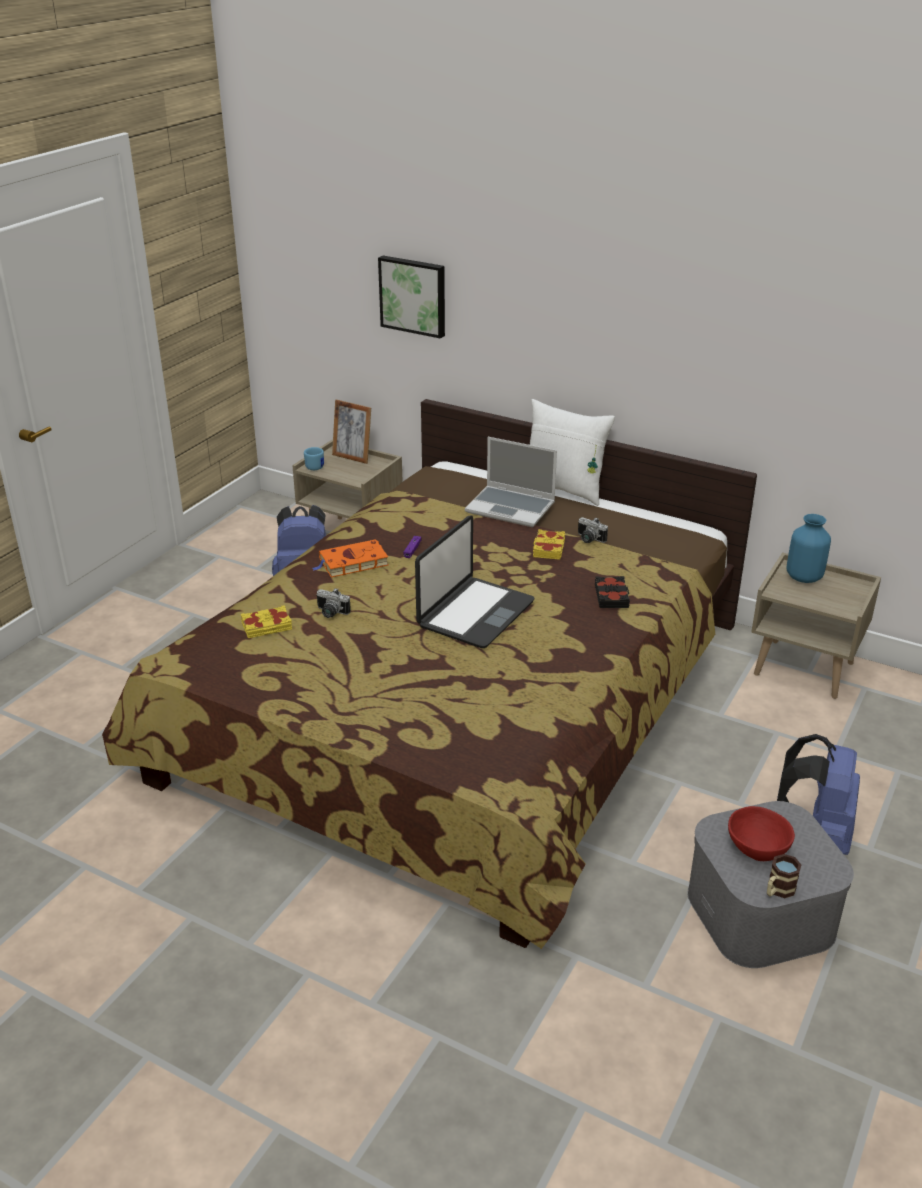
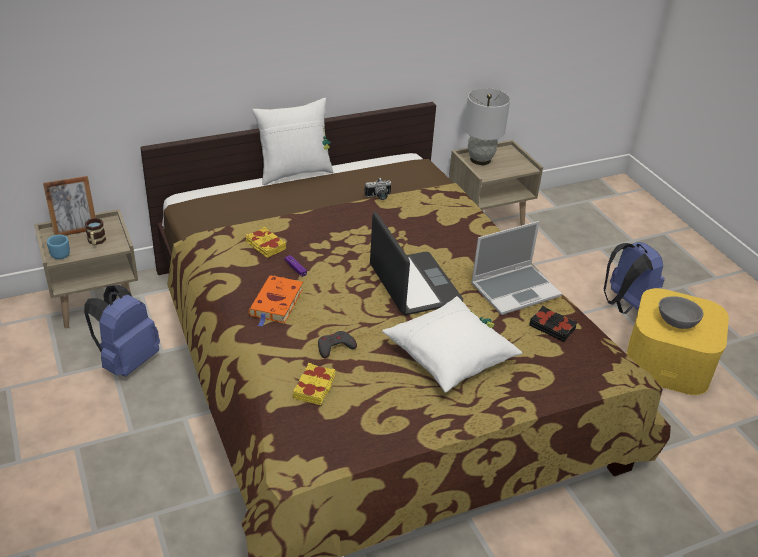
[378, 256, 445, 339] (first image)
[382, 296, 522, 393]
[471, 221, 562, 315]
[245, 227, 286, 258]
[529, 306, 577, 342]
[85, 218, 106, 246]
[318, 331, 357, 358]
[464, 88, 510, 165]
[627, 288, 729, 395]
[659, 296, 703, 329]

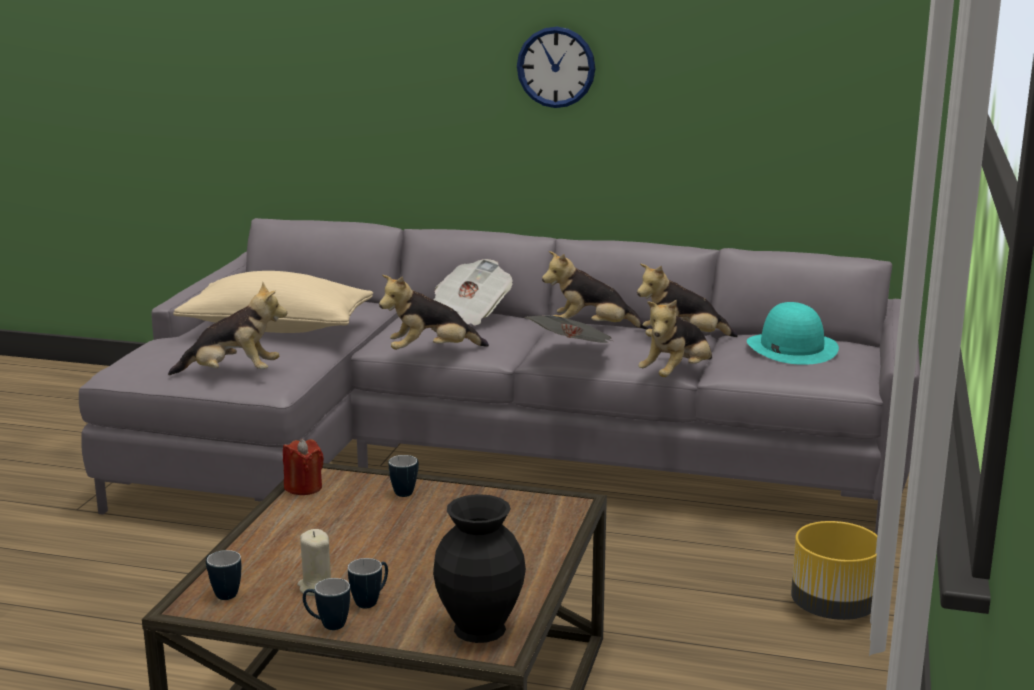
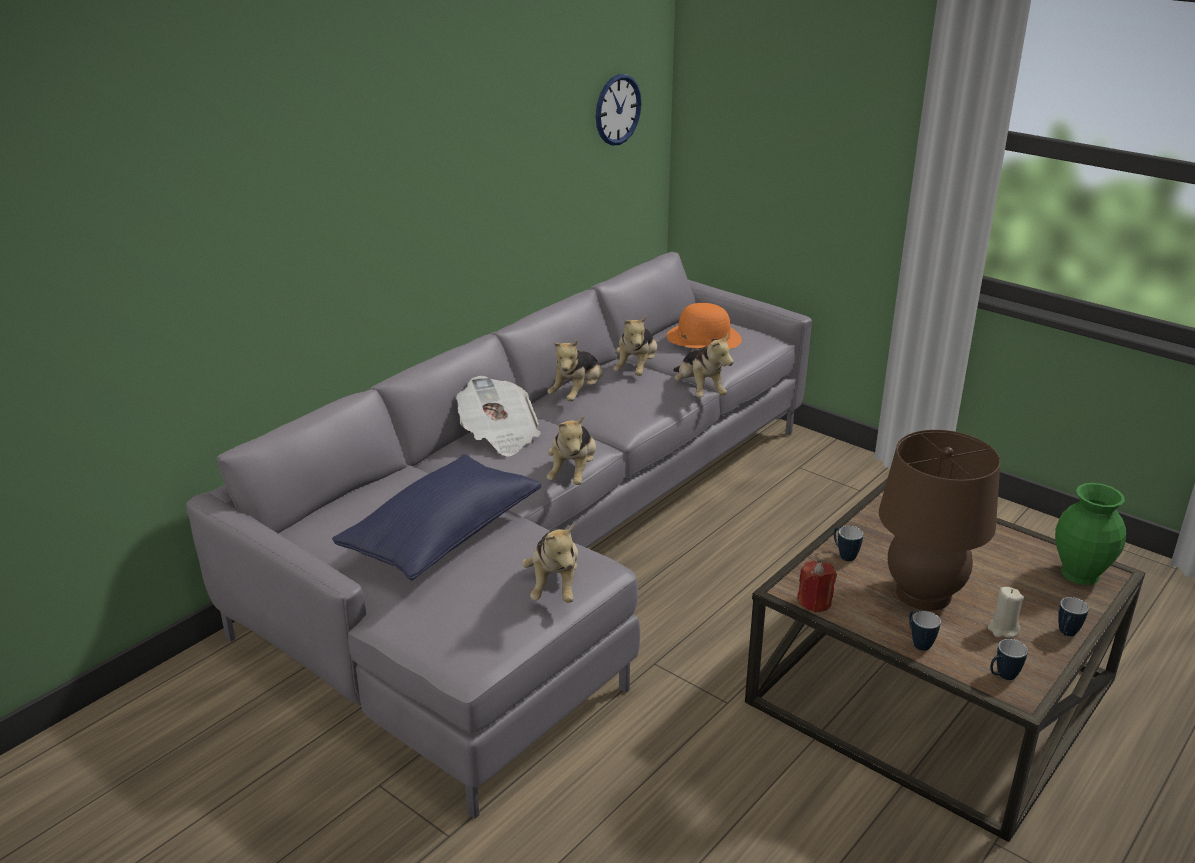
[524, 315, 612, 343] (first image)
[791, 521, 877, 620] (first image)
[879, 430, 1000, 611]
[909, 611, 941, 651]
[596, 74, 641, 146]
[332, 454, 541, 580]
[1055, 483, 1126, 585]
[666, 303, 742, 349]
[522, 523, 578, 603]

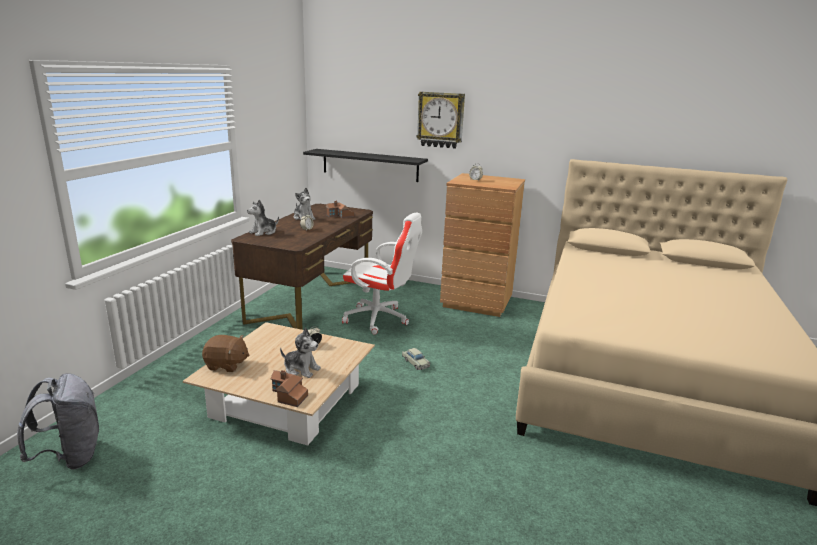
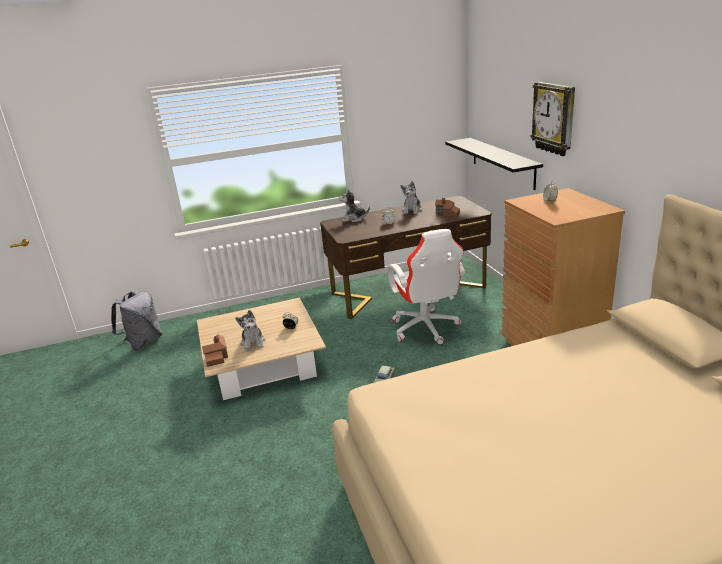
[202, 335, 249, 372] (first image)

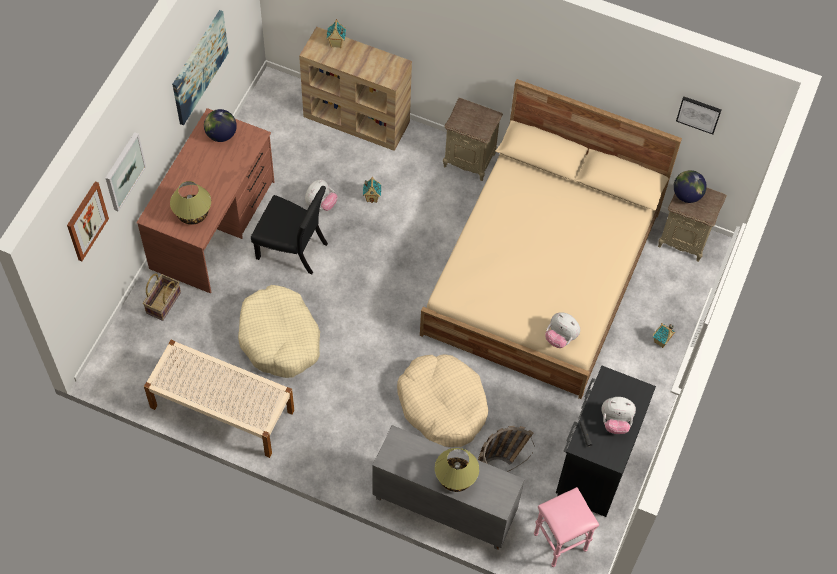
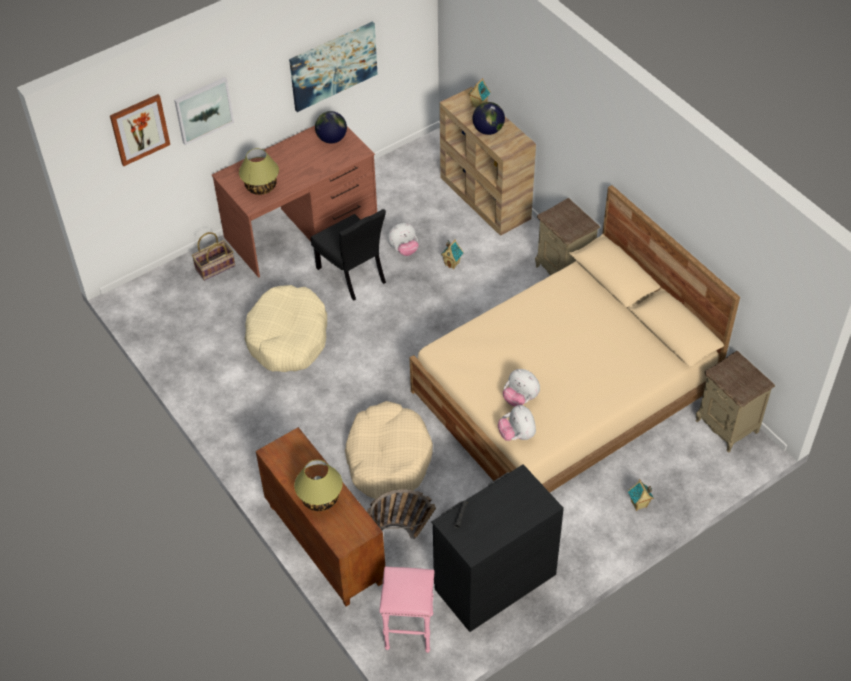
[144, 340, 294, 458] (first image)
[676, 97, 721, 134] (first image)
[503, 369, 540, 407]
[473, 102, 505, 135]
[256, 427, 385, 606]

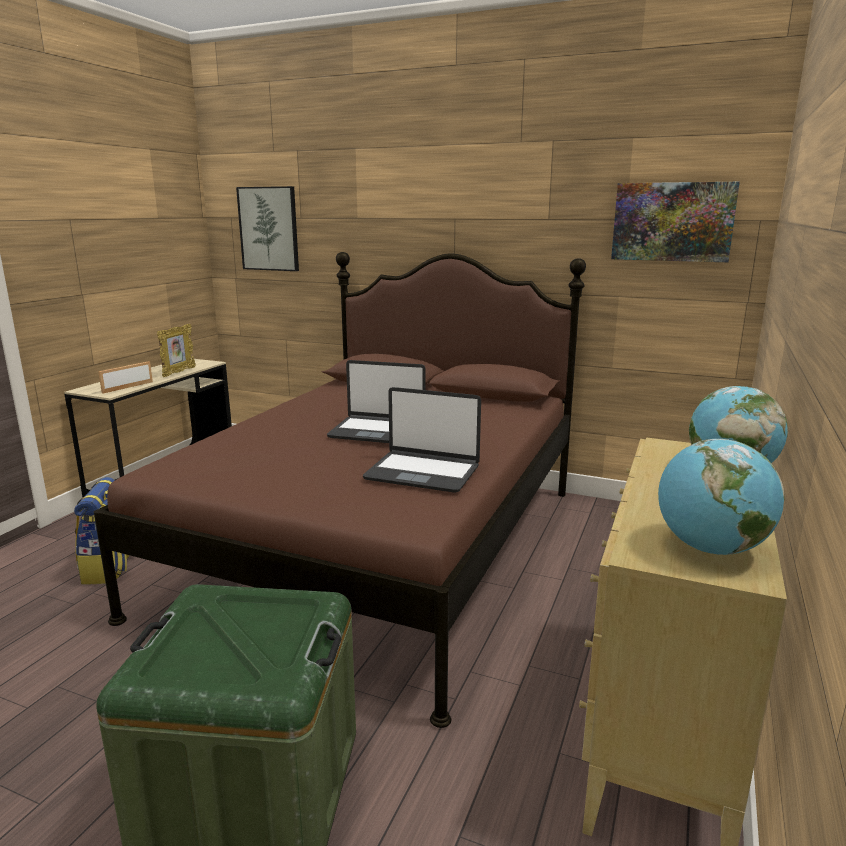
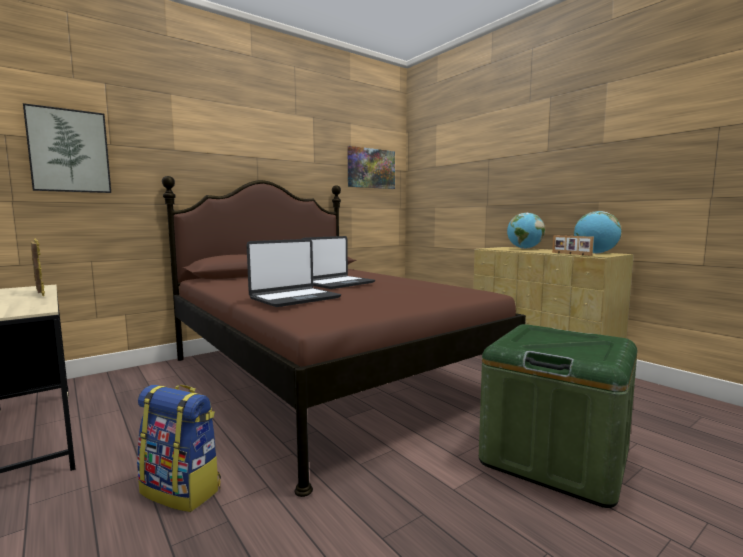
[552, 235, 594, 256]
[247, 239, 341, 307]

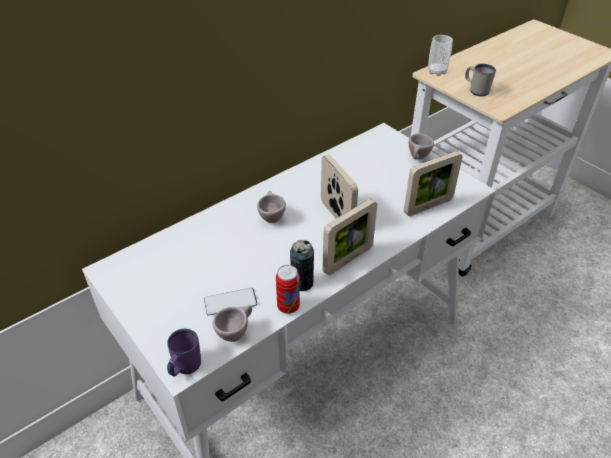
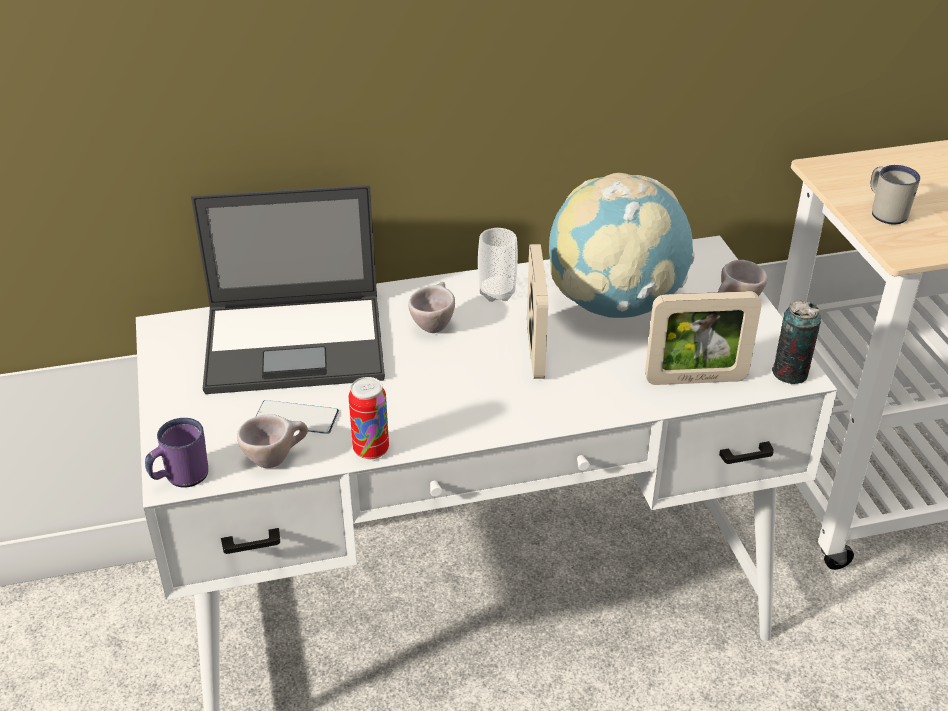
[322, 199, 377, 275] (first image)
[191, 185, 385, 394]
[549, 173, 695, 318]
[772, 301, 821, 384]
[478, 228, 518, 302]

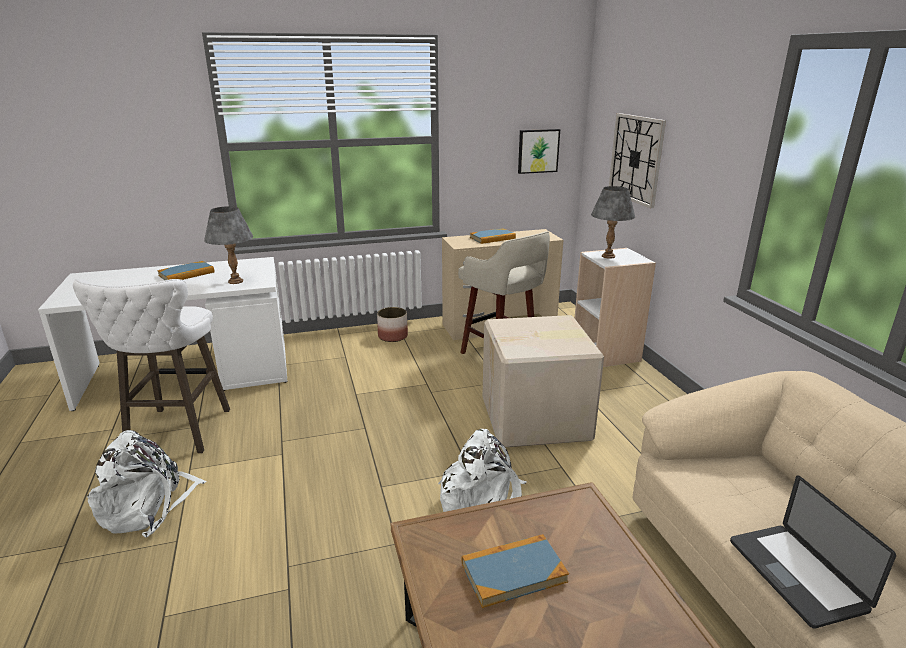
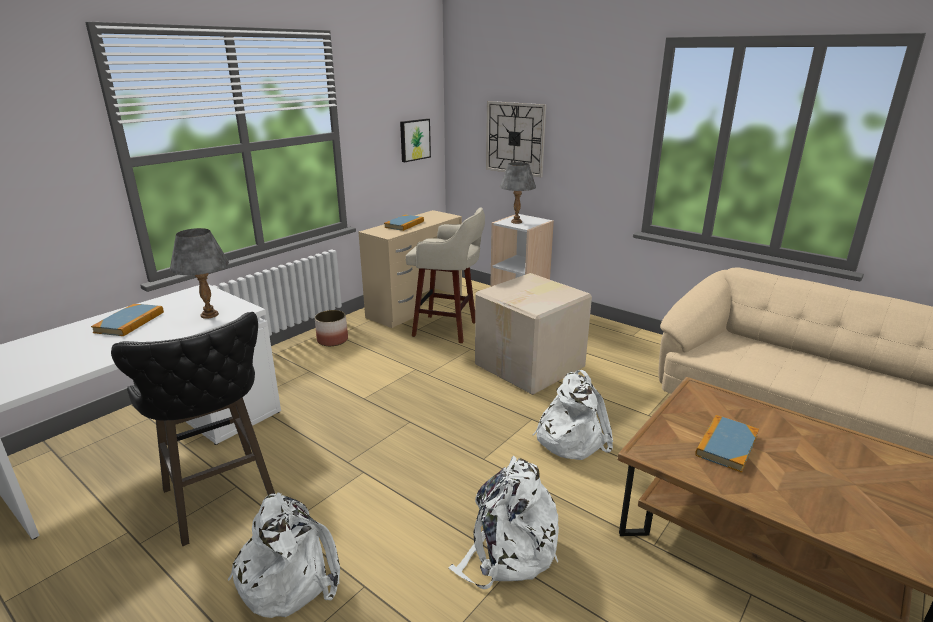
[730, 475, 896, 629] (first image)
[448, 456, 559, 589]
[111, 312, 275, 546]

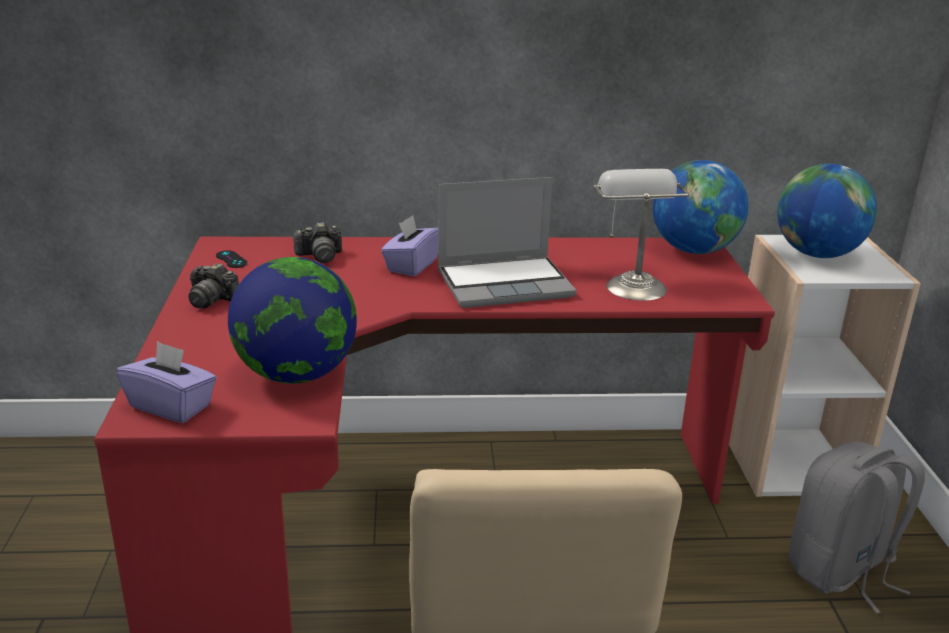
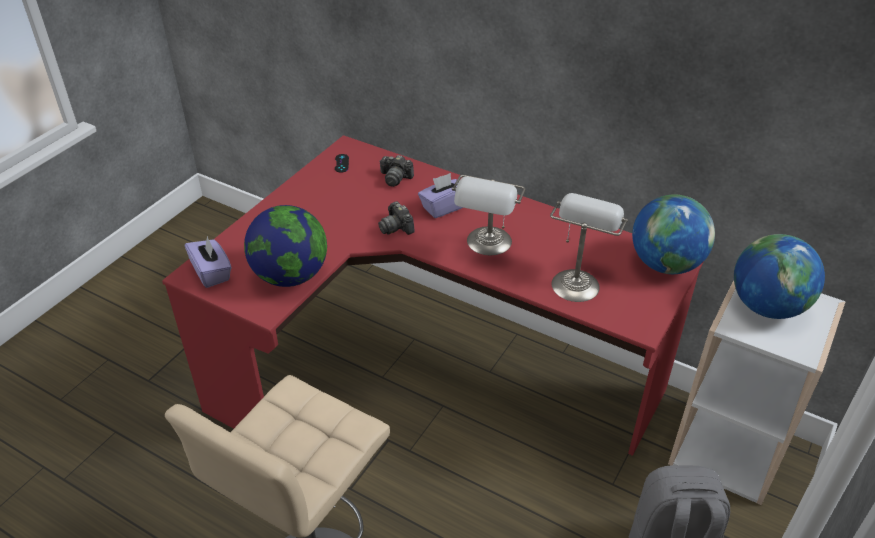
[378, 201, 415, 235]
[452, 175, 526, 255]

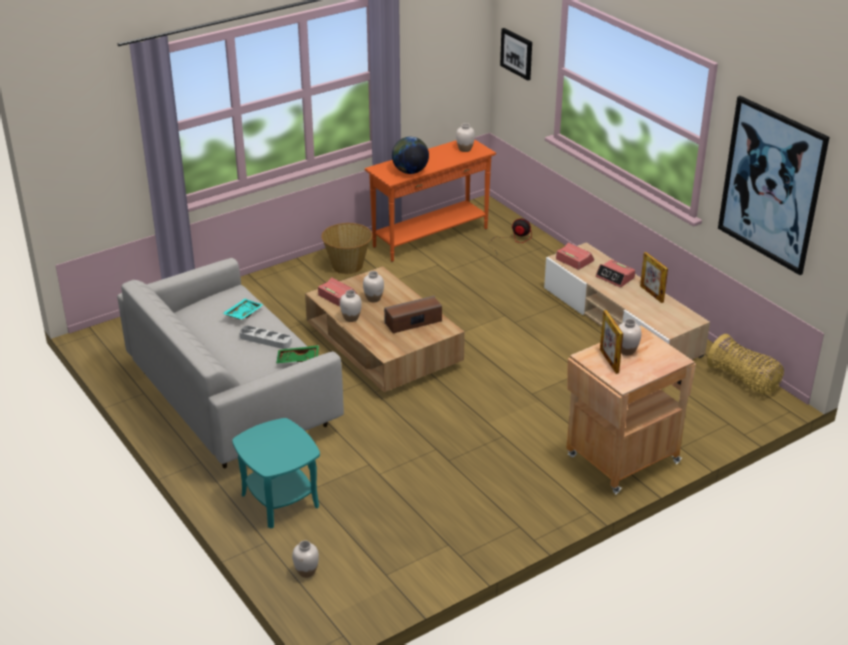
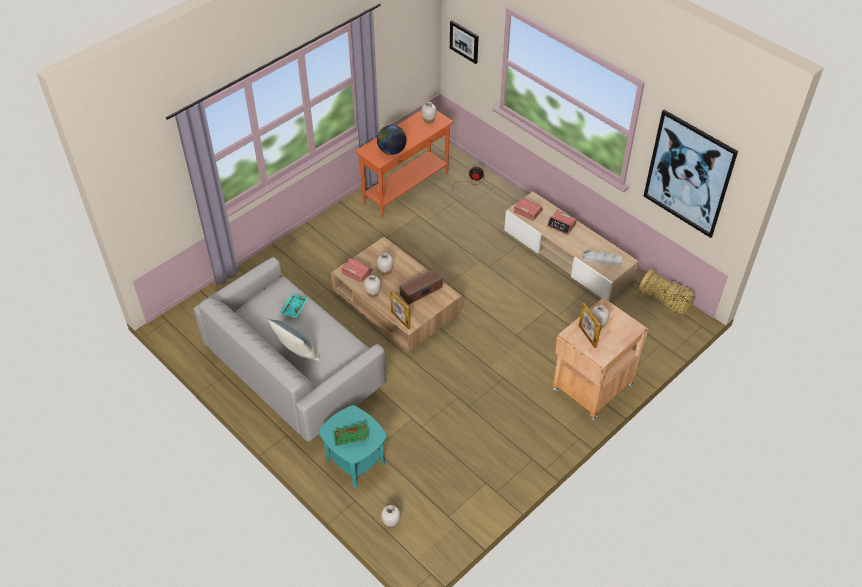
[321, 223, 373, 274] (first image)
[267, 318, 320, 361]
[583, 250, 622, 266]
[333, 422, 369, 446]
[390, 290, 410, 329]

